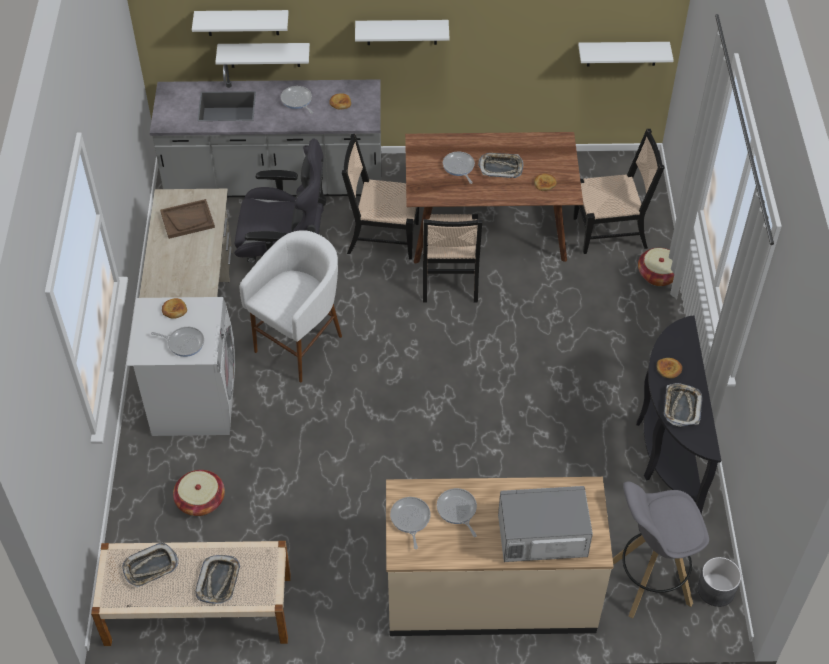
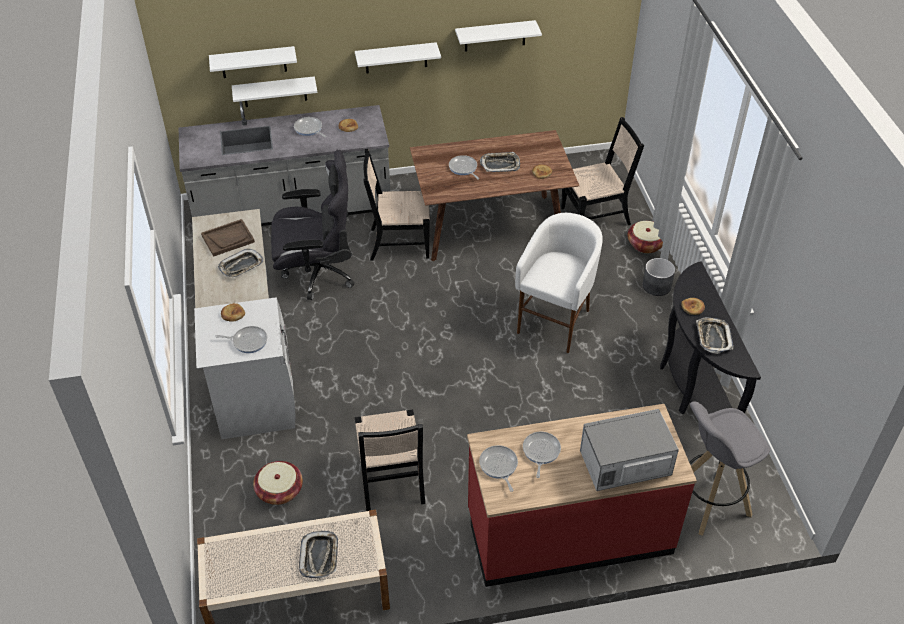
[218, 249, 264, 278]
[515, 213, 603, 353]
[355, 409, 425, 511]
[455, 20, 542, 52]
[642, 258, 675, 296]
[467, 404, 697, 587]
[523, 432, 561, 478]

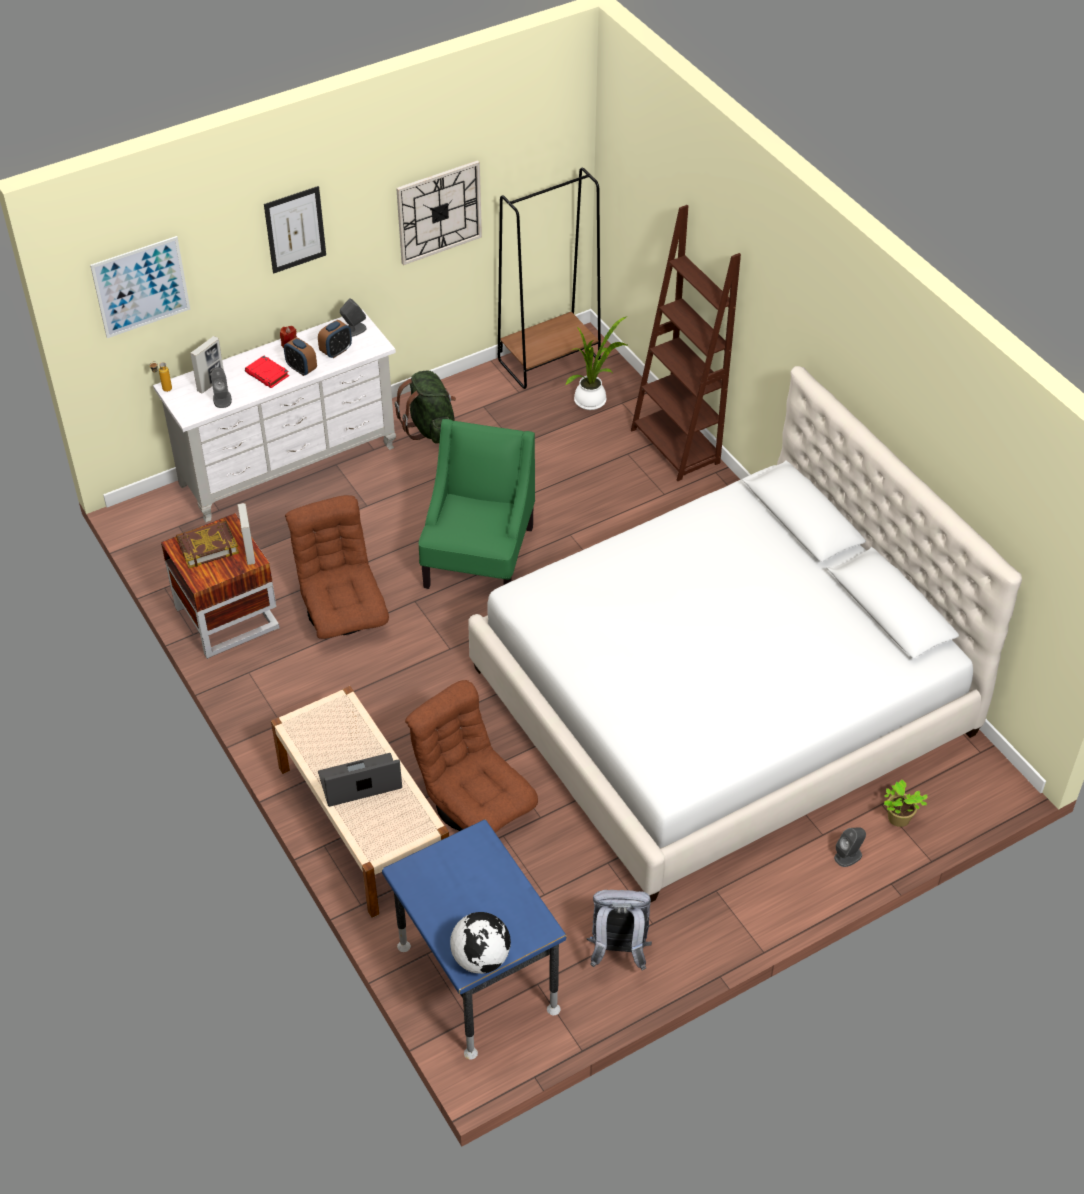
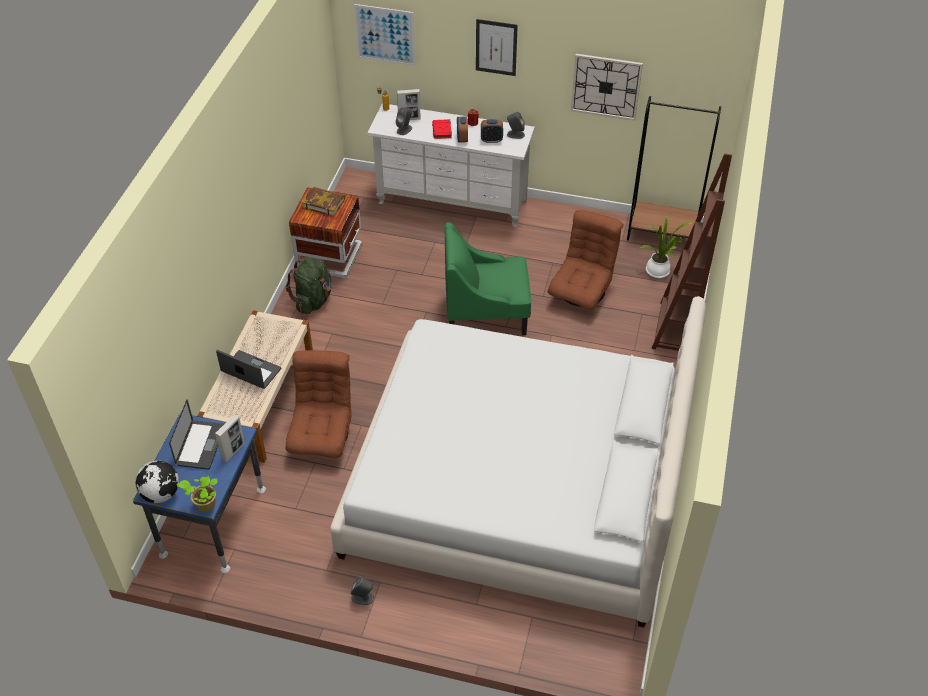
[586, 890, 652, 970] (first image)
[169, 400, 224, 470]
[215, 414, 245, 462]
[548, 210, 624, 309]
[286, 257, 332, 314]
[351, 576, 374, 605]
[177, 476, 217, 512]
[444, 222, 531, 336]

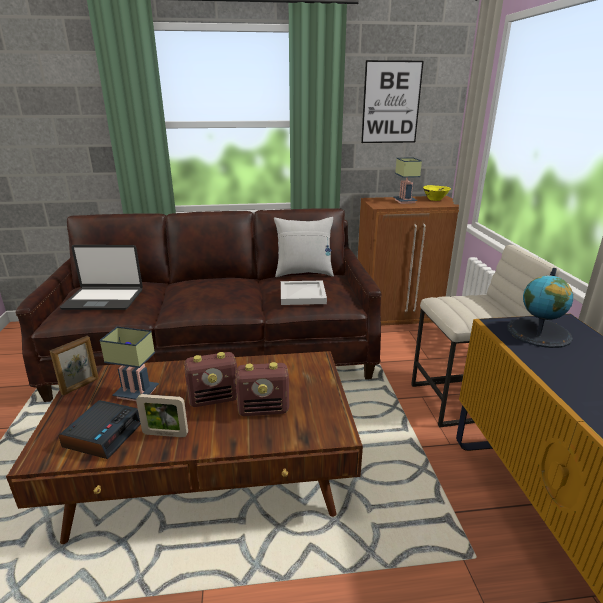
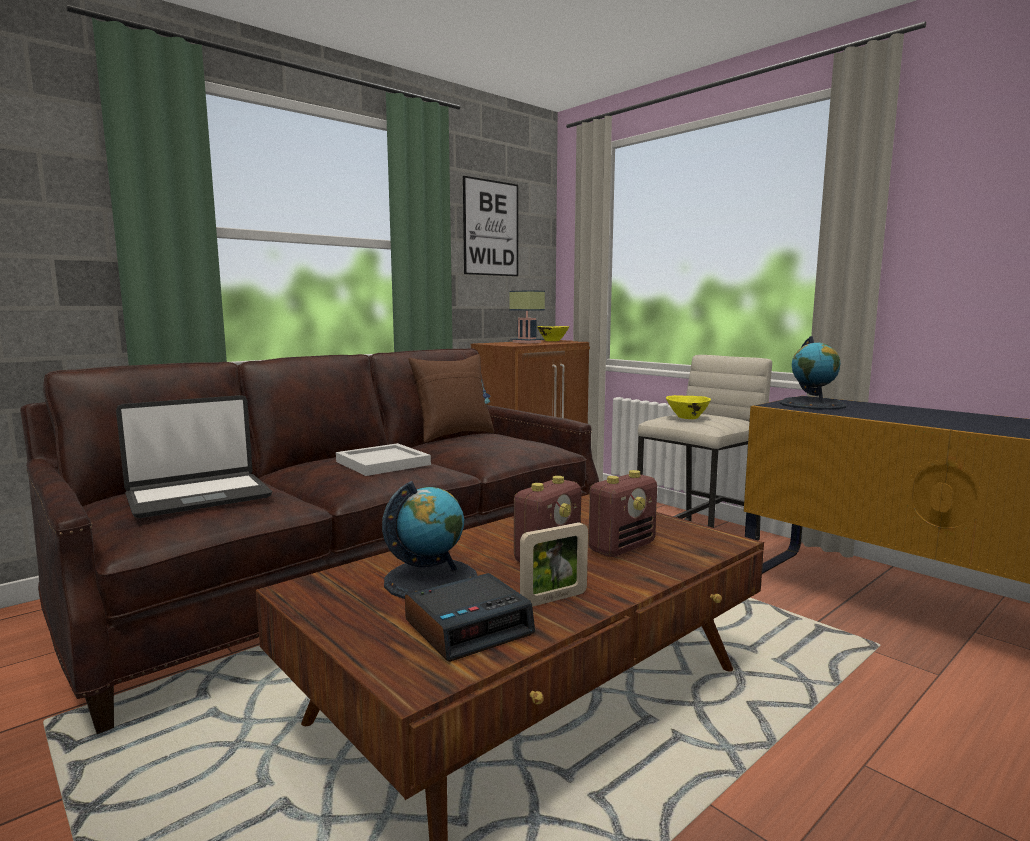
[50, 336, 99, 396] (first image)
[666, 395, 711, 419]
[336, 443, 431, 476]
[382, 481, 477, 599]
[408, 354, 494, 443]
[405, 573, 535, 662]

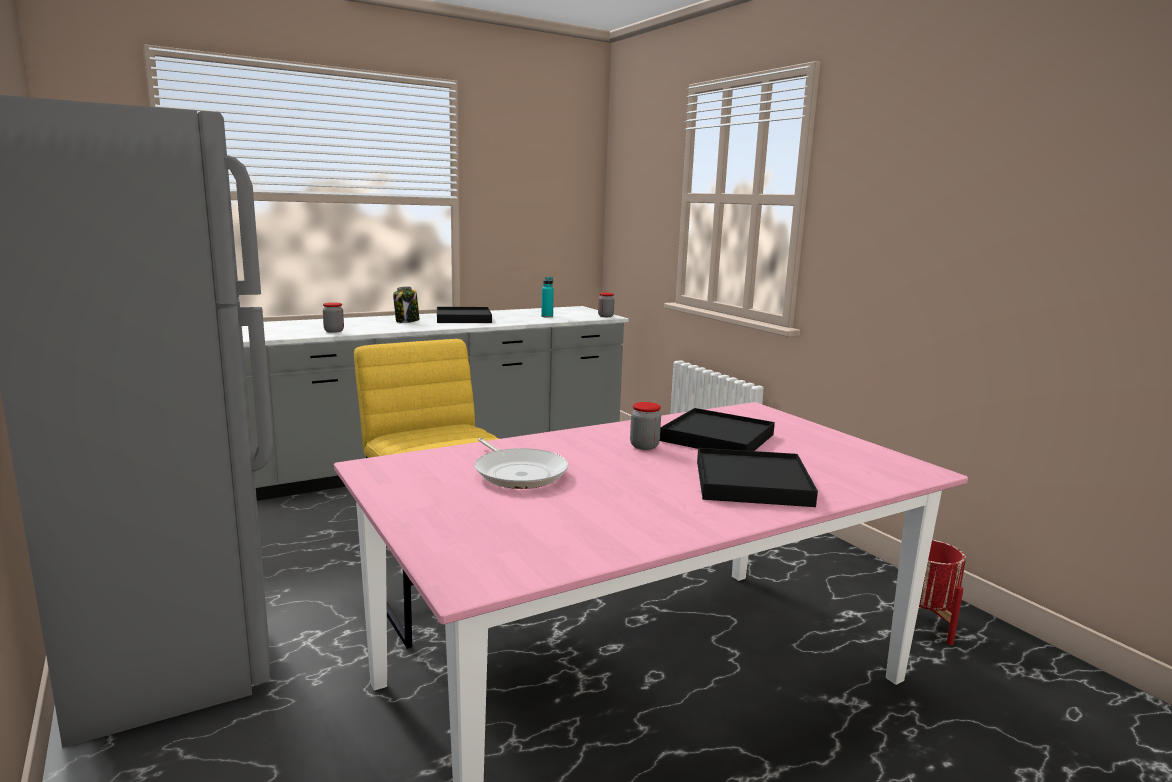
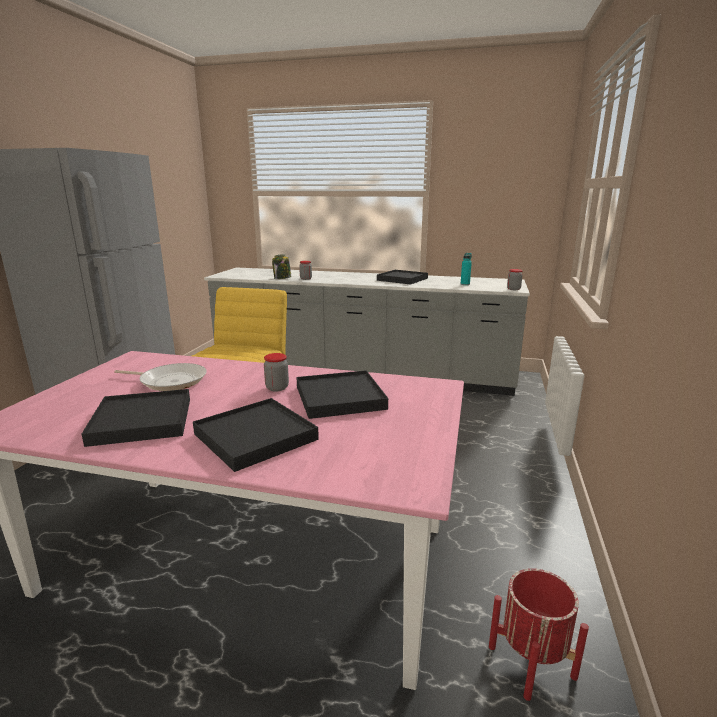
[82, 389, 190, 447]
[272, 254, 291, 279]
[114, 363, 206, 391]

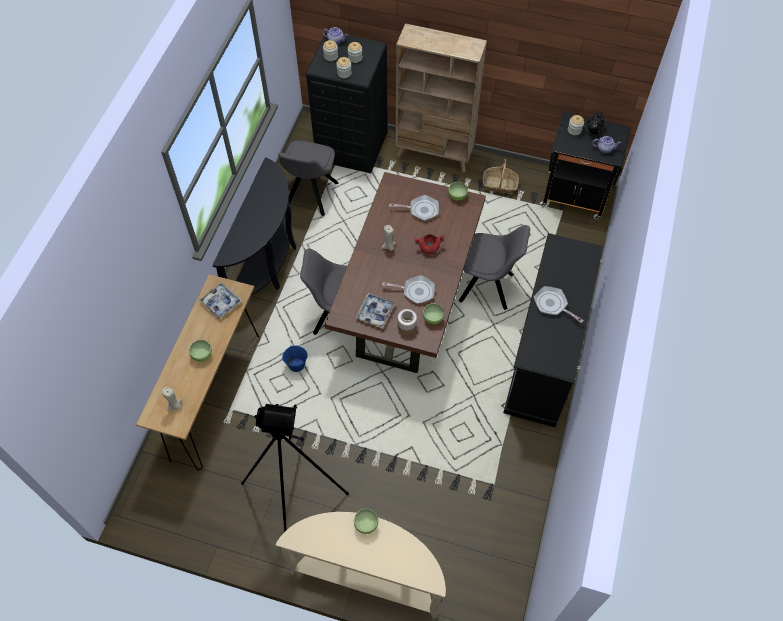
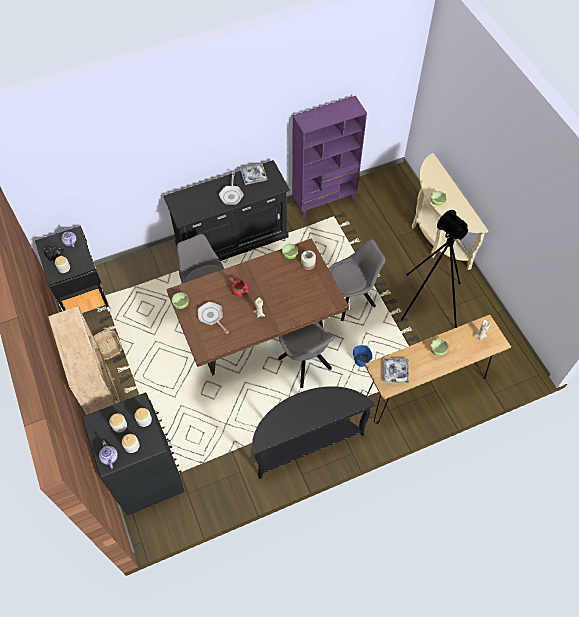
[382, 275, 435, 304] (first image)
[292, 96, 367, 219]
[329, 239, 386, 321]
[240, 164, 268, 185]

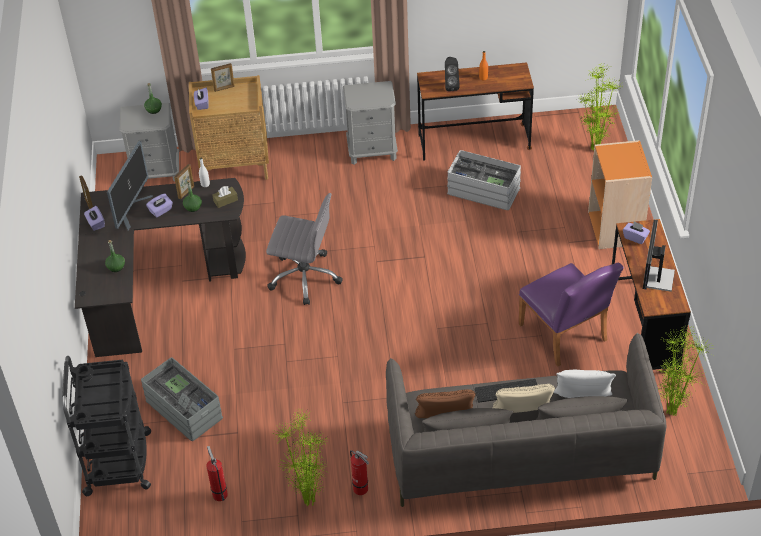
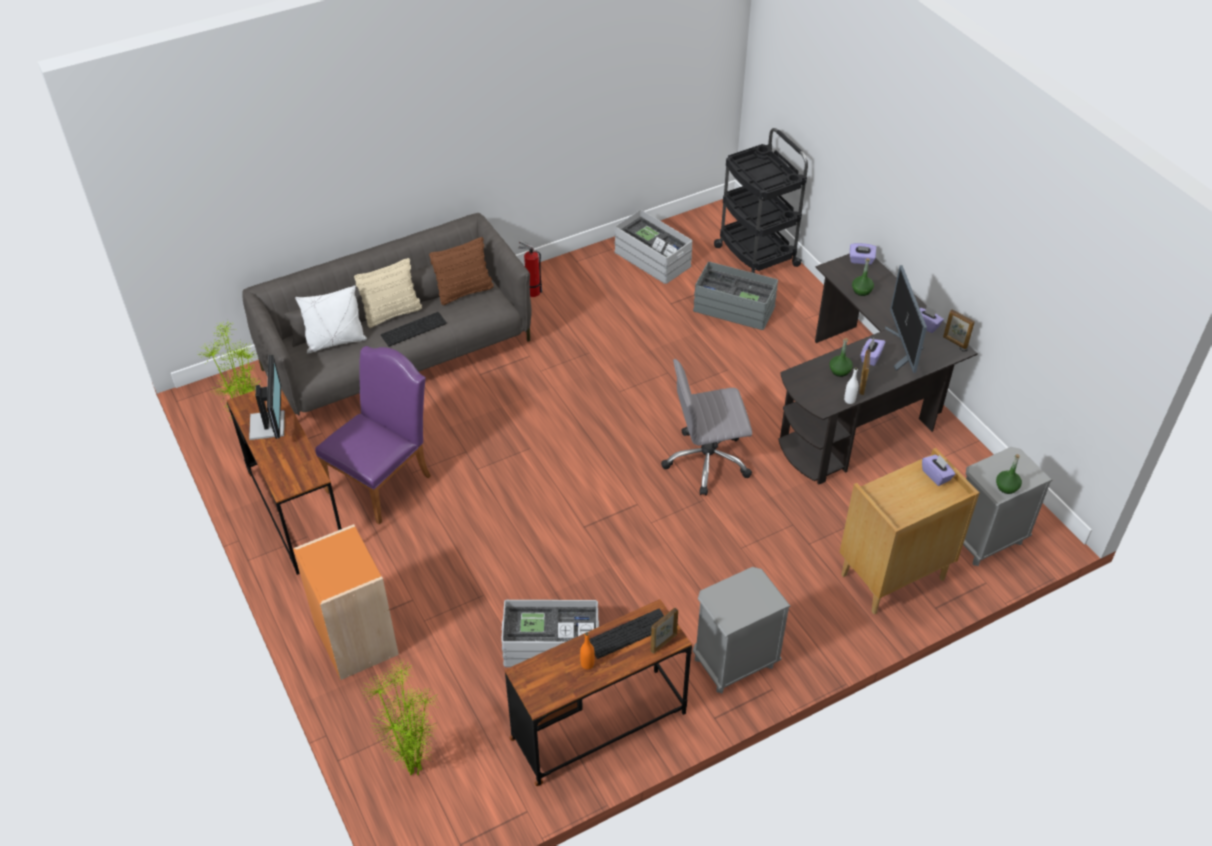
[212, 186, 238, 208] (first image)
[271, 409, 329, 506] (first image)
[651, 608, 678, 654]
[850, 243, 876, 265]
[614, 210, 693, 284]
[589, 609, 664, 659]
[315, 346, 431, 525]

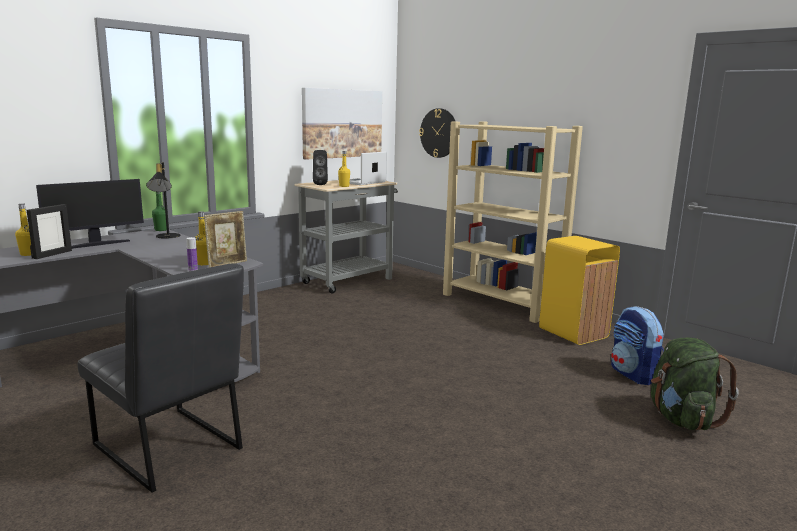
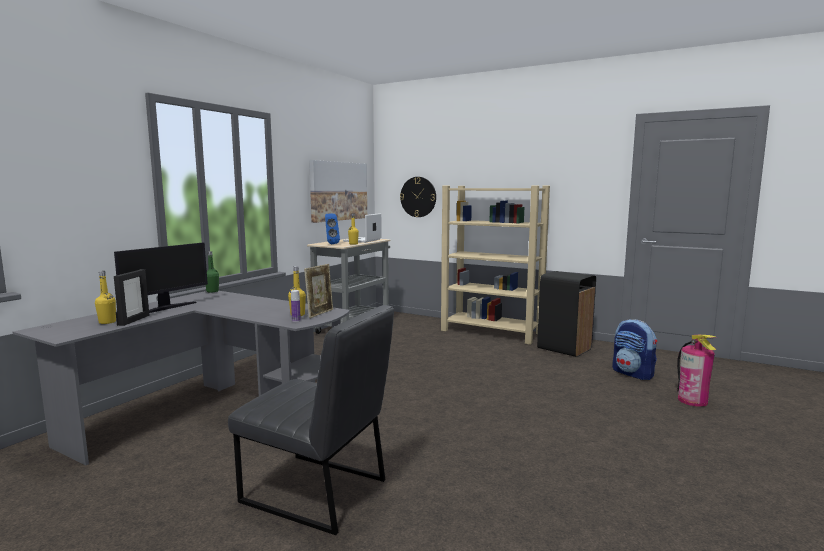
[146, 162, 180, 239] (first image)
[677, 335, 716, 407]
[325, 214, 340, 244]
[537, 271, 596, 357]

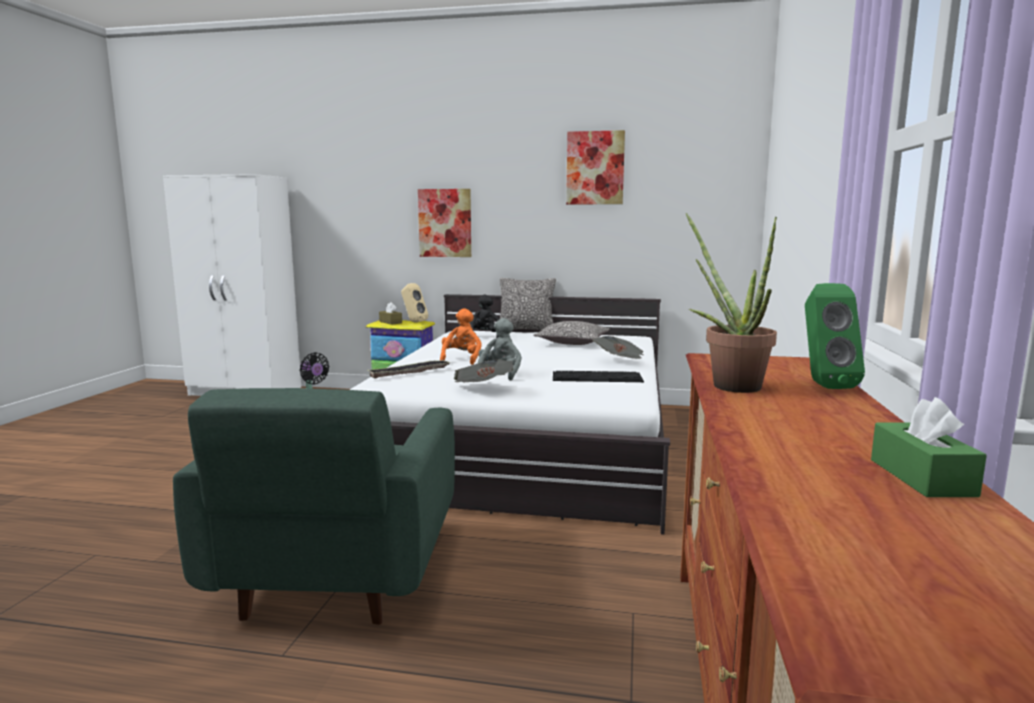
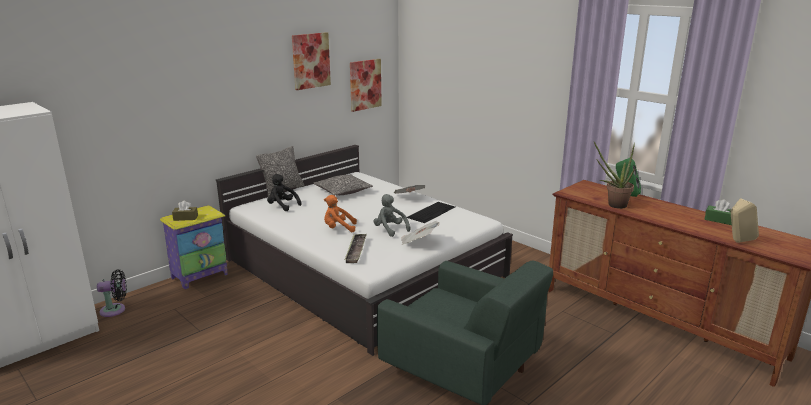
[730, 198, 759, 243]
[350, 59, 382, 112]
[324, 195, 357, 232]

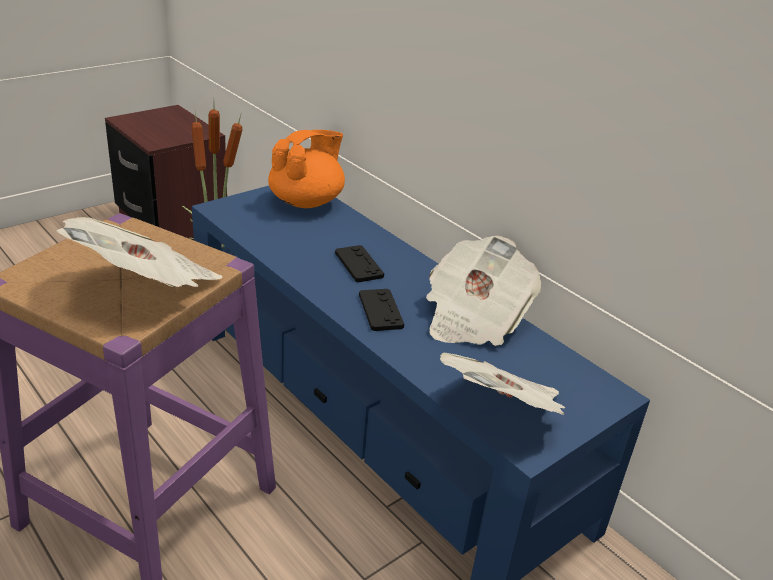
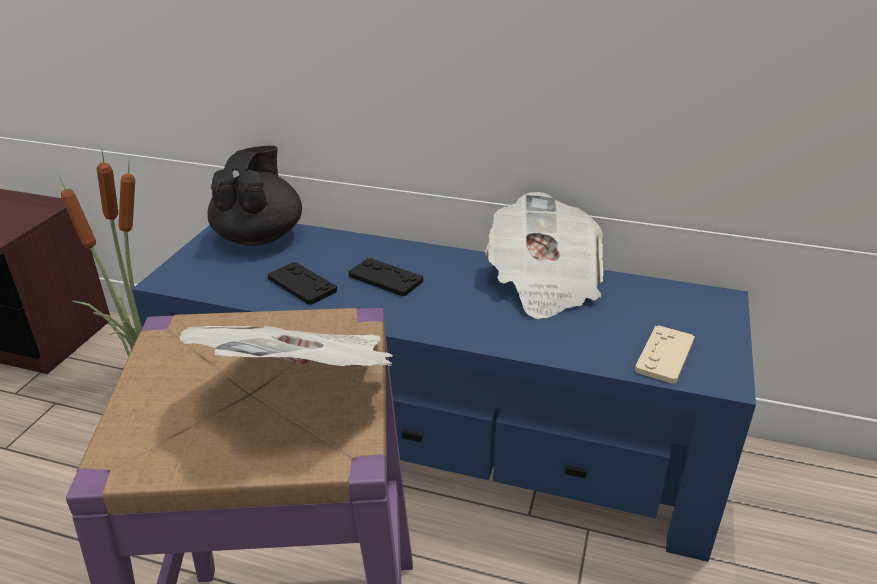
[268, 262, 337, 305]
[635, 325, 695, 384]
[207, 146, 302, 245]

